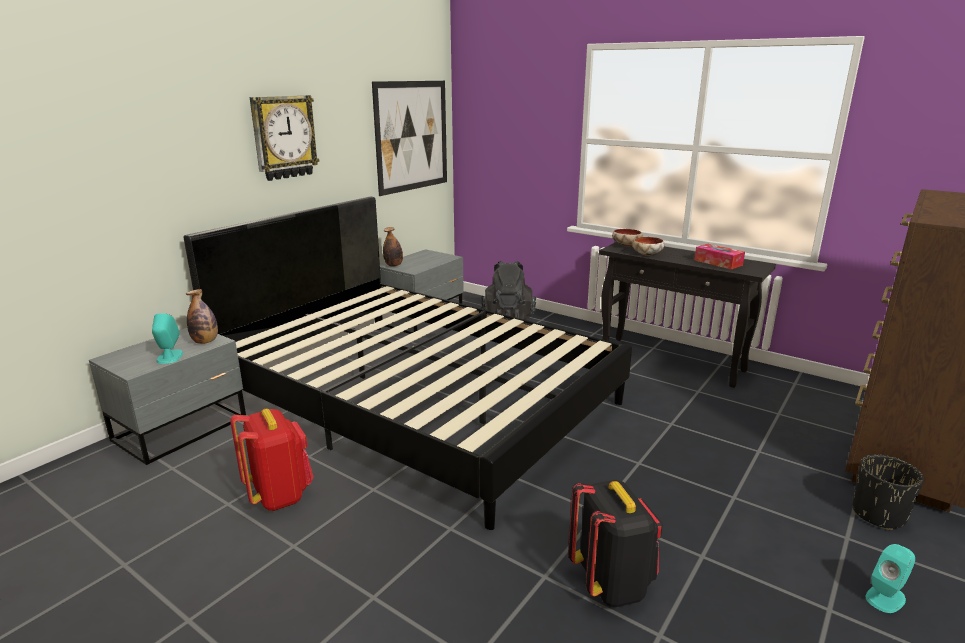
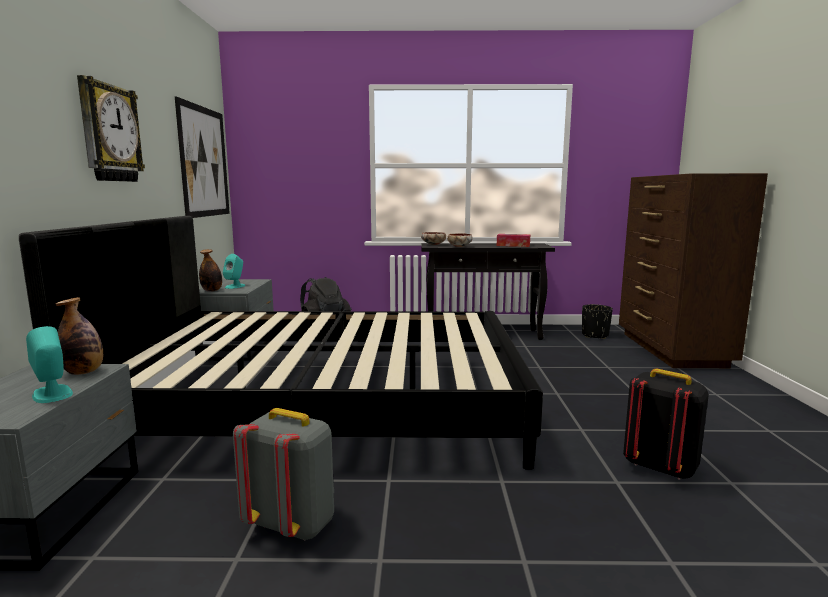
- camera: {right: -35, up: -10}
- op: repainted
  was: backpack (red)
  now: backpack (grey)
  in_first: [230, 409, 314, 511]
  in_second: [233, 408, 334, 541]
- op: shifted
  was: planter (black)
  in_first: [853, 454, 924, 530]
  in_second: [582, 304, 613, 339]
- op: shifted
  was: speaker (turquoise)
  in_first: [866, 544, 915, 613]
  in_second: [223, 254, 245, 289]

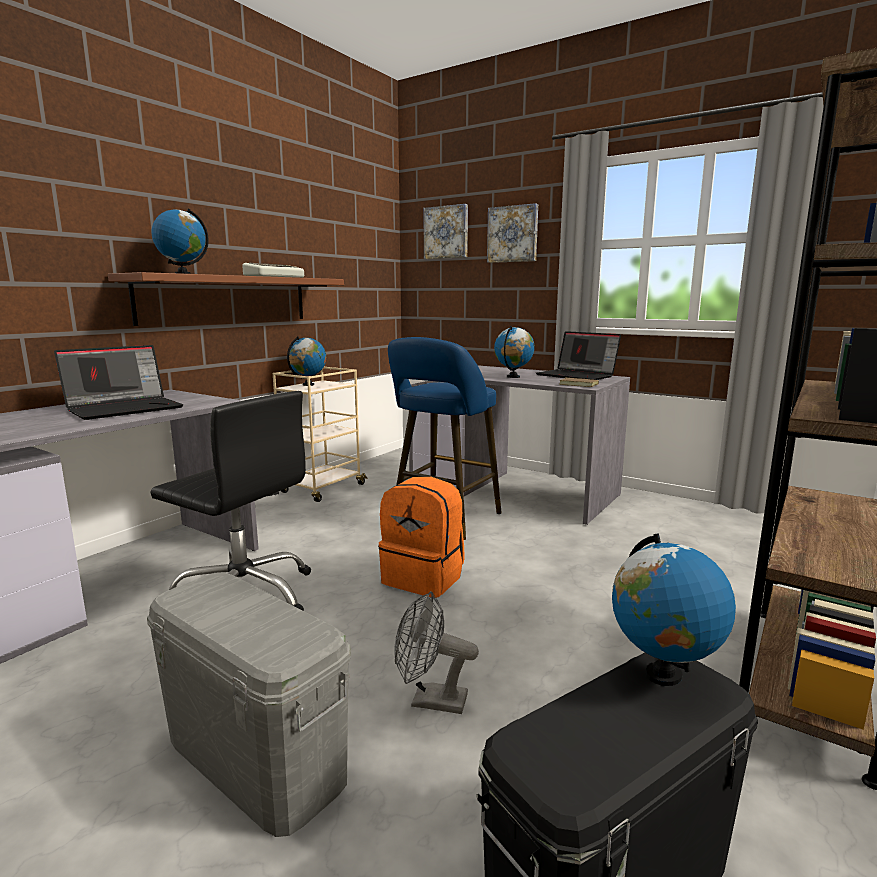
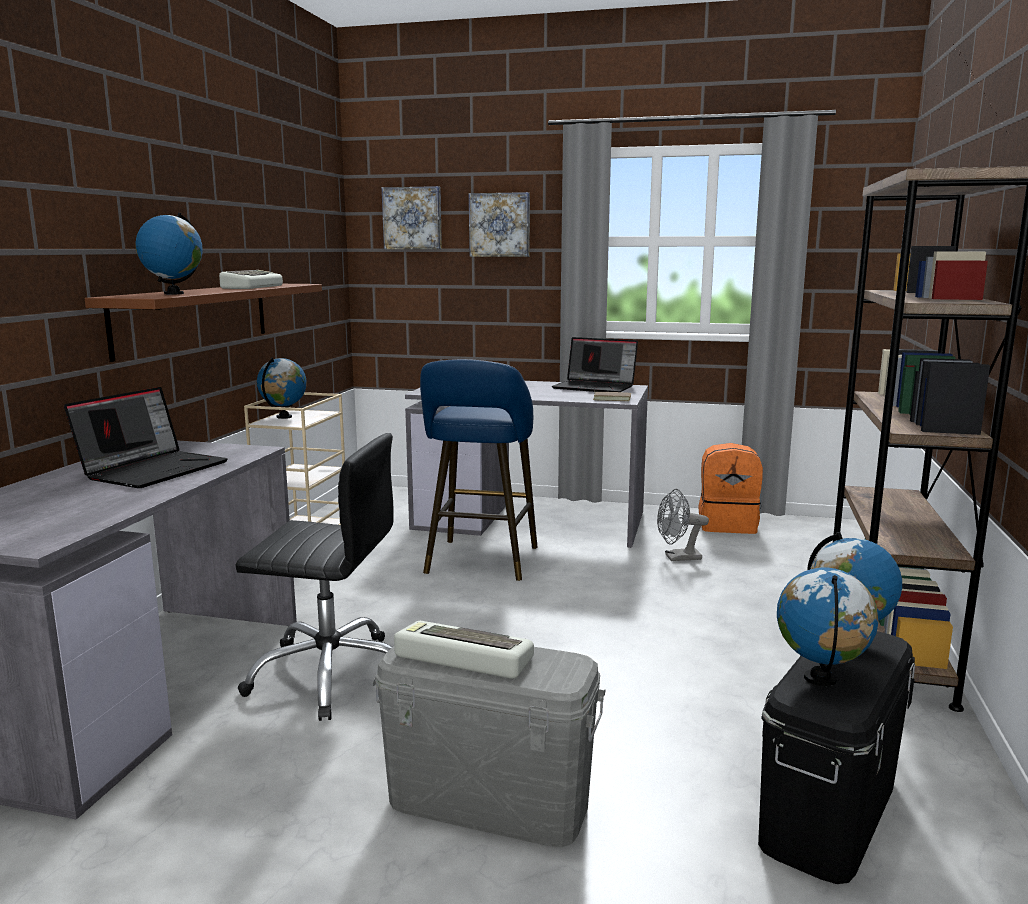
- camera: {right: -20, up: 0}
- op: shifted
  was: backpack (orange)
  in_first: [378, 477, 465, 598]
  in_second: [698, 443, 763, 534]
- op: shifted
  was: fan (grey)
  in_first: [394, 591, 479, 714]
  in_second: [657, 489, 709, 561]
- op: shifted
  was: globe
  in_first: [494, 326, 535, 378]
  in_second: [777, 568, 879, 686]
- op: new
  now: keyboard
  in_second: [394, 621, 534, 679]

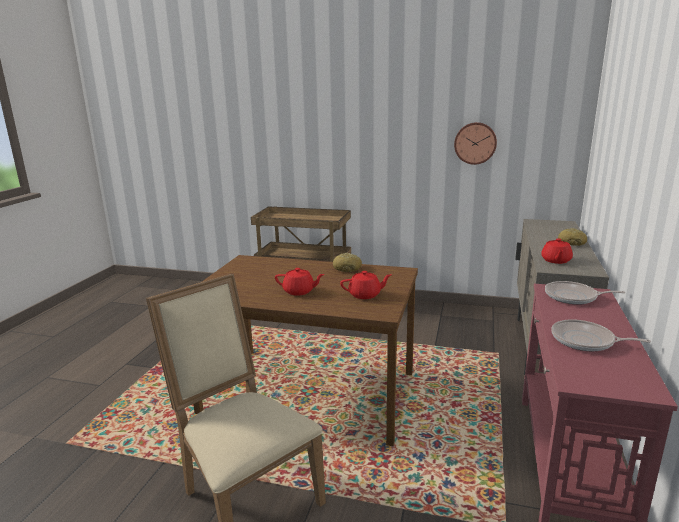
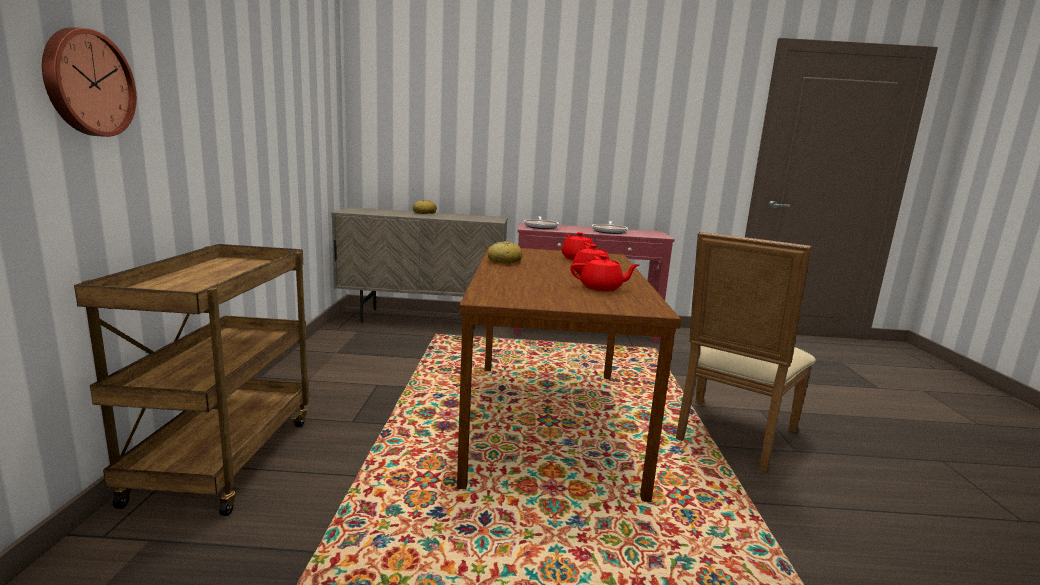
- camera: {right: -105, up: -5}
- op: shifted
  was: wall clock
  in_first: [454, 122, 497, 165]
  in_second: [42, 27, 137, 137]
- op: shifted
  was: teapot (red)
  in_first: [541, 238, 573, 264]
  in_second: [570, 255, 640, 291]

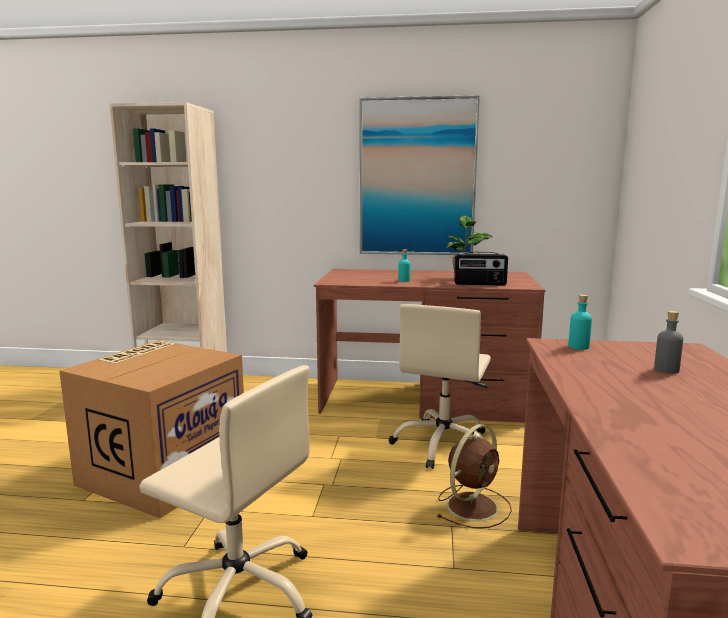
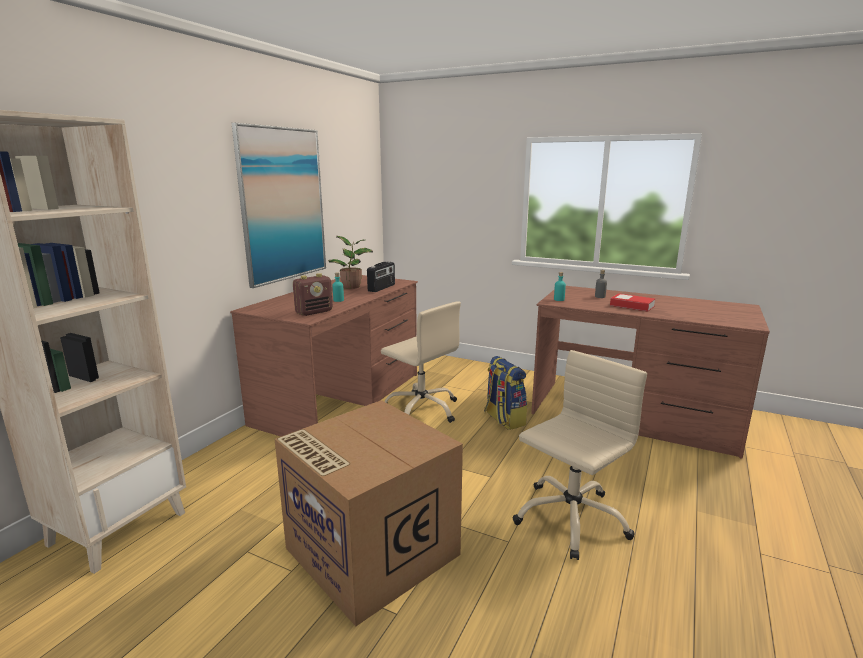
- camera: {right: -70, up: 5}
- op: swapped
  was: fan (brown)
  now: backpack
  in_first: [436, 424, 512, 528]
  in_second: [484, 356, 527, 430]
- op: new
  now: radio
  in_second: [293, 273, 333, 316]
- op: new
  now: book
  in_second: [610, 293, 655, 312]

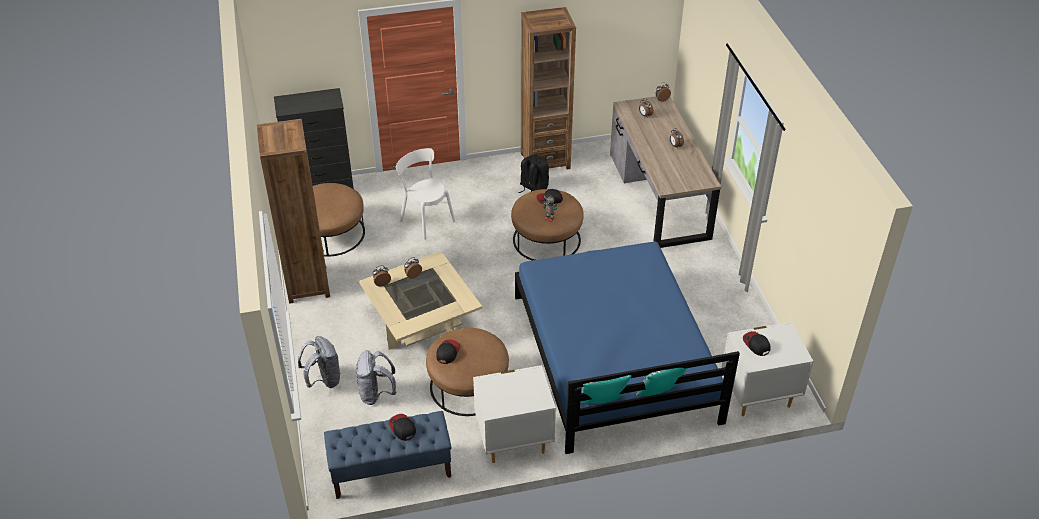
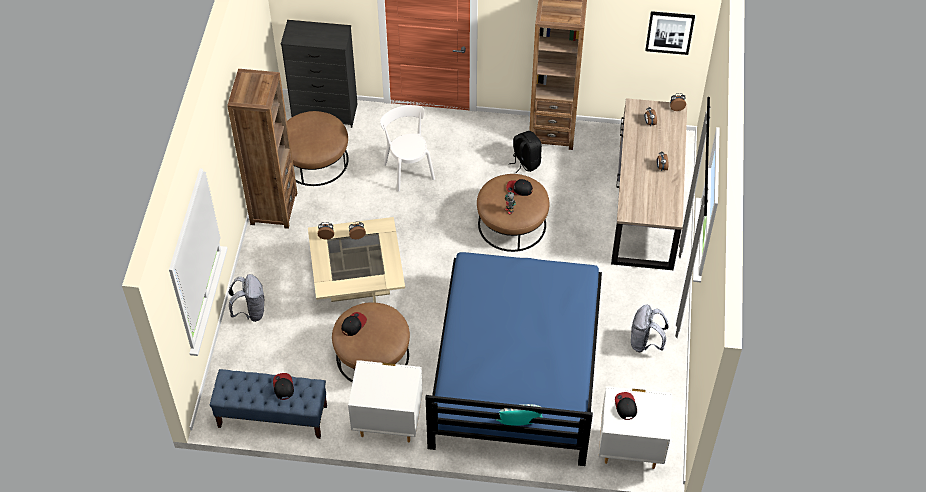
- camera: {right: 20, up: 10}
- op: shifted
  was: backpack (grey)
  in_first: [356, 350, 396, 405]
  in_second: [631, 305, 669, 352]
- op: gone
  was: pillow
  in_first: [580, 375, 631, 404]
- op: new
  now: picture
  in_second: [645, 11, 695, 55]

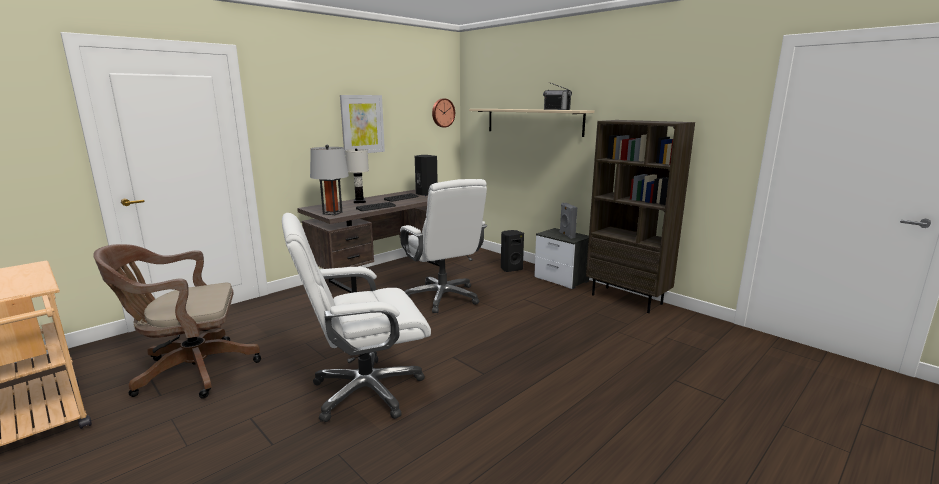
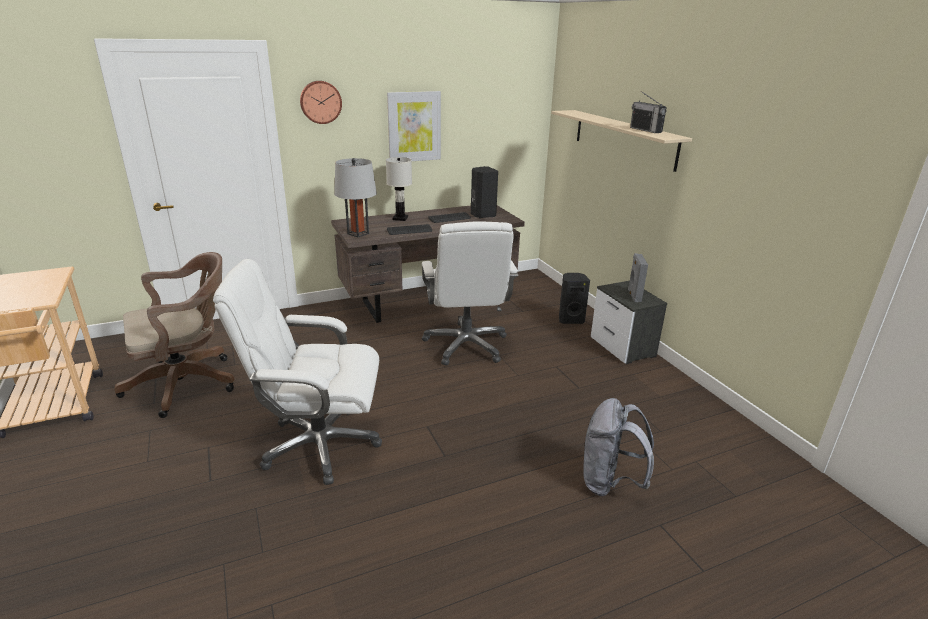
- camera: {right: 20, up: 10}
- op: rotated
  was: office chair (brown)
  in_first: [93, 244, 261, 399]
  in_second: [115, 252, 235, 418]
  clockwise: 150
- op: shifted
  was: wall clock
  in_first: [432, 99, 455, 127]
  in_second: [300, 81, 342, 124]
- op: gone
  was: bookcase (brown)
  in_first: [586, 120, 695, 313]
- op: new
  now: backpack (grey)
  in_second: [583, 398, 654, 496]

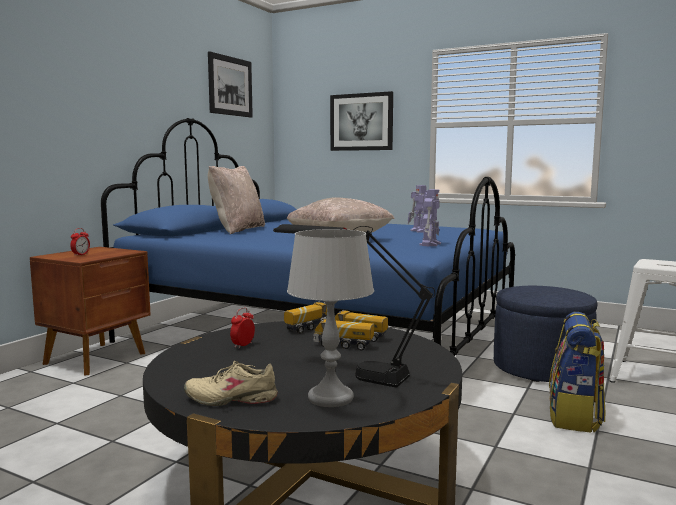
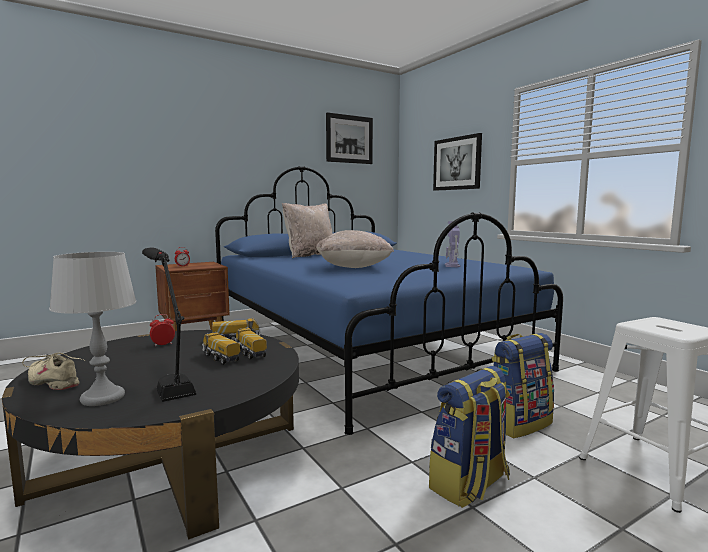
- camera: {right: 30, up: 0}
- op: gone
  was: toy robot
  in_first: [420, 189, 441, 247]
- op: swapped
  was: ottoman (blue)
  now: backpack
  in_first: [494, 286, 597, 382]
  in_second: [492, 333, 554, 438]

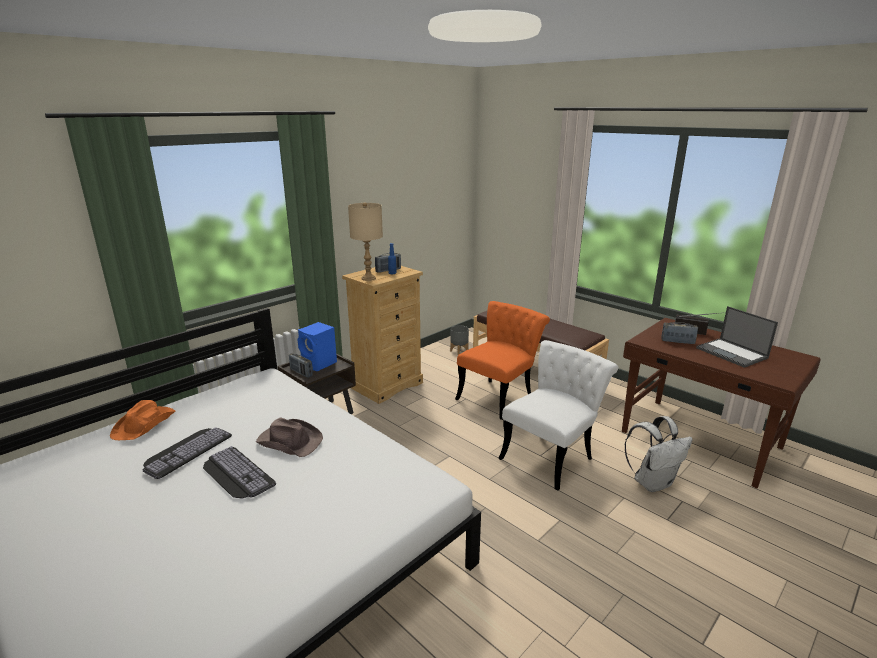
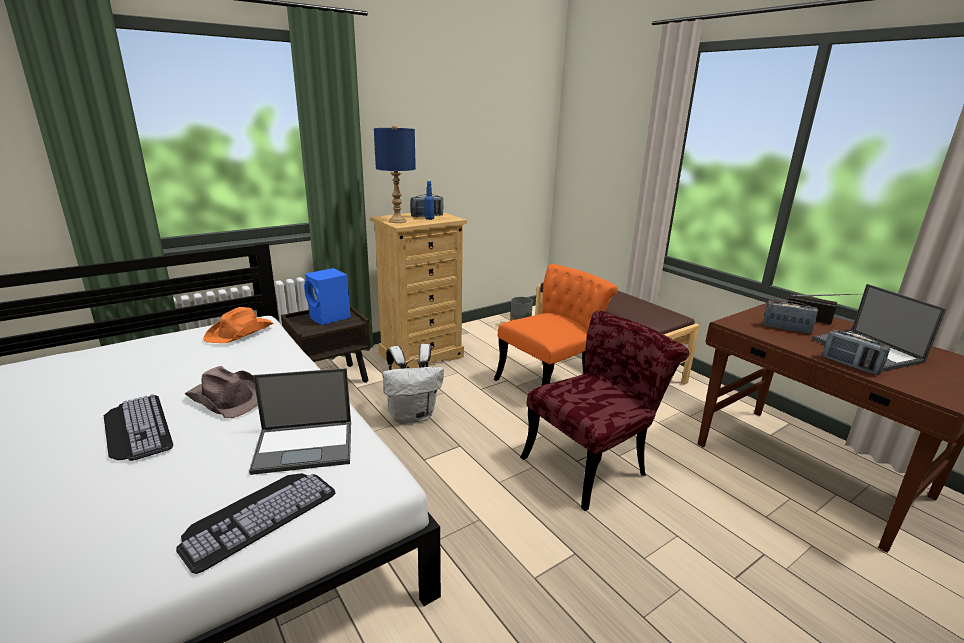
- camera: {right: 10, up: 0}
- op: shifted
  was: hat (orange)
  in_first: [110, 400, 176, 440]
  in_second: [203, 307, 274, 343]
- op: shifted
  was: keyboard
  in_first: [142, 427, 232, 479]
  in_second: [176, 473, 335, 574]
- op: shifted
  was: radio
  in_first: [289, 353, 313, 378]
  in_second: [822, 330, 890, 375]
- op: repainted
  was: table lamp (beige)
  now: table lamp (blue)
  in_first: [348, 202, 383, 281]
  in_second: [374, 125, 416, 223]
- op: repainted
  was: chair (white)
  now: chair (red)
  in_first: [498, 340, 619, 491]
  in_second: [520, 311, 690, 511]
- op: shifted
  was: backpack (white)
  in_first: [625, 416, 693, 492]
  in_second: [383, 344, 444, 424]
- op: new
  now: laptop
  in_second: [249, 368, 351, 475]

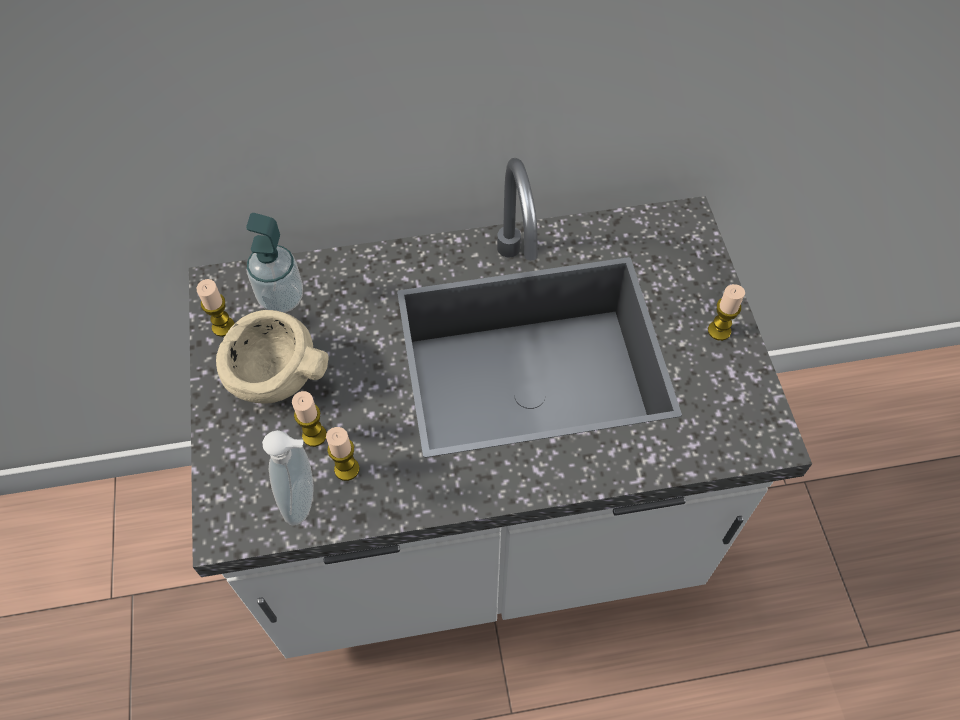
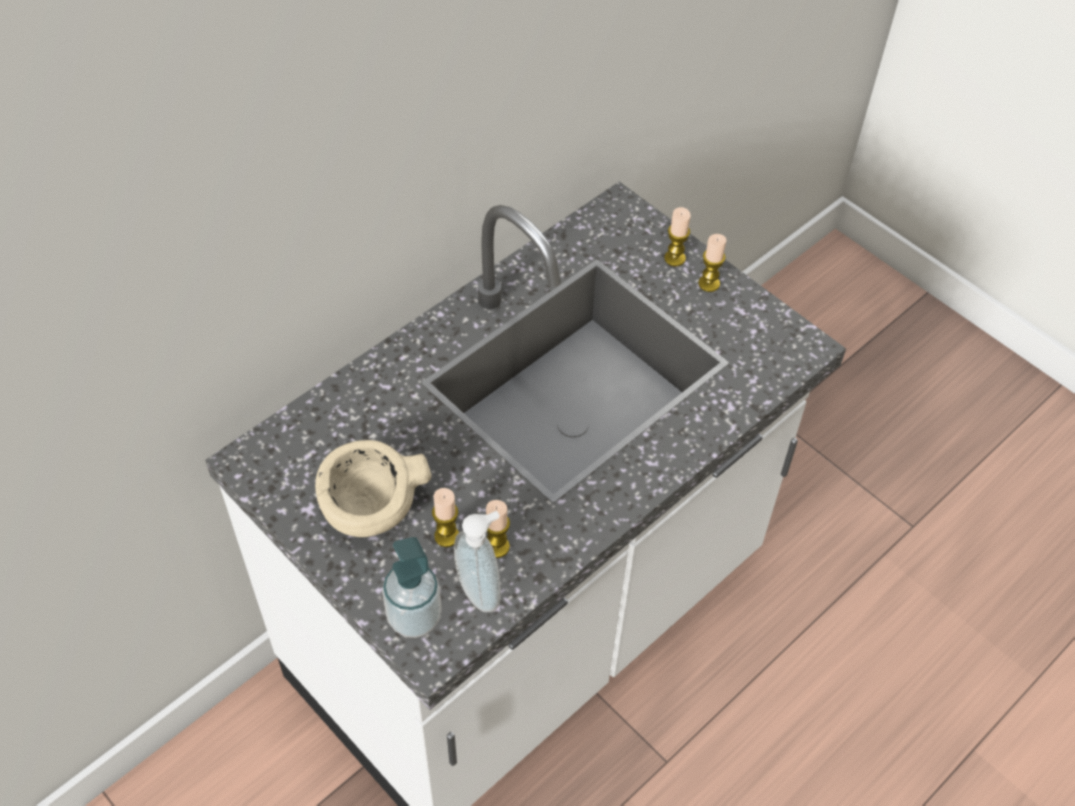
- camera: {right: -35, up: -5}
- op: shifted
  was: candle
  in_first: [196, 279, 235, 337]
  in_second: [664, 207, 691, 266]
- op: shifted
  was: soap dispenser
  in_first: [246, 213, 303, 313]
  in_second: [382, 537, 442, 638]

